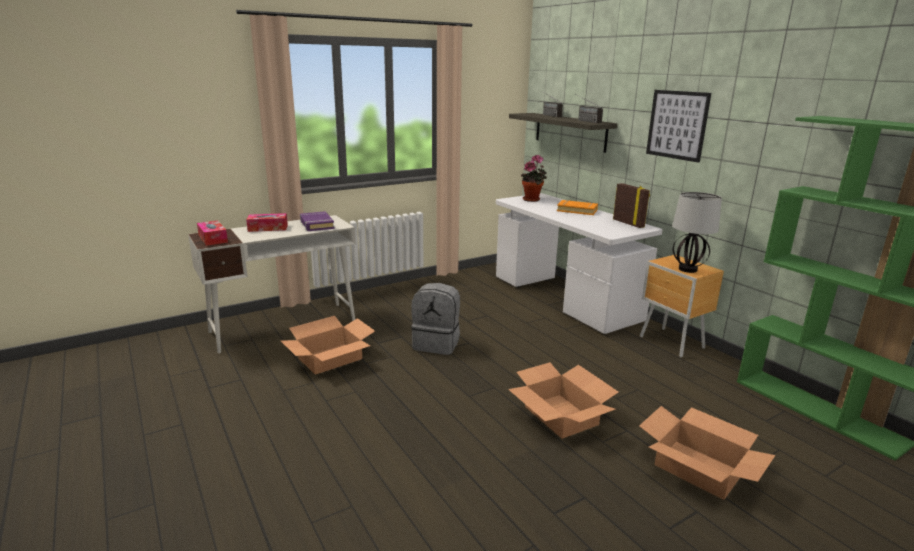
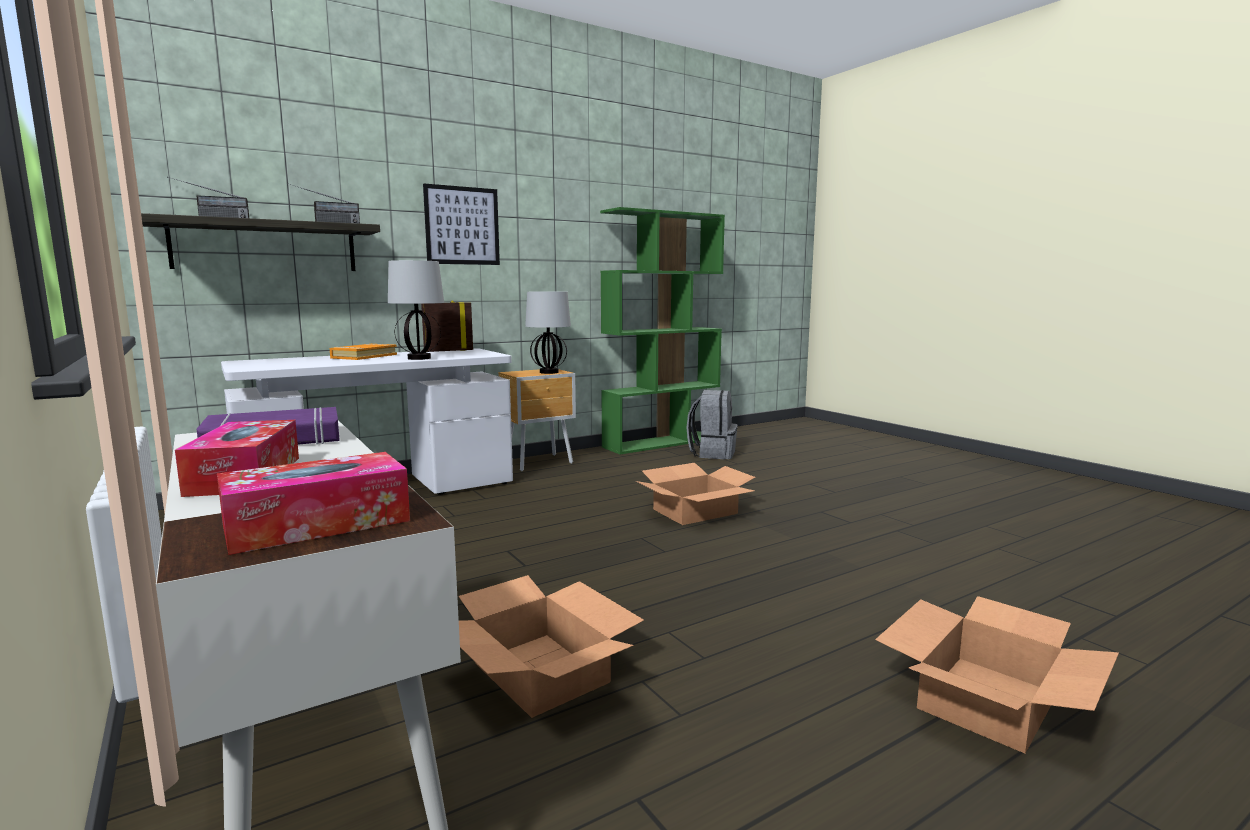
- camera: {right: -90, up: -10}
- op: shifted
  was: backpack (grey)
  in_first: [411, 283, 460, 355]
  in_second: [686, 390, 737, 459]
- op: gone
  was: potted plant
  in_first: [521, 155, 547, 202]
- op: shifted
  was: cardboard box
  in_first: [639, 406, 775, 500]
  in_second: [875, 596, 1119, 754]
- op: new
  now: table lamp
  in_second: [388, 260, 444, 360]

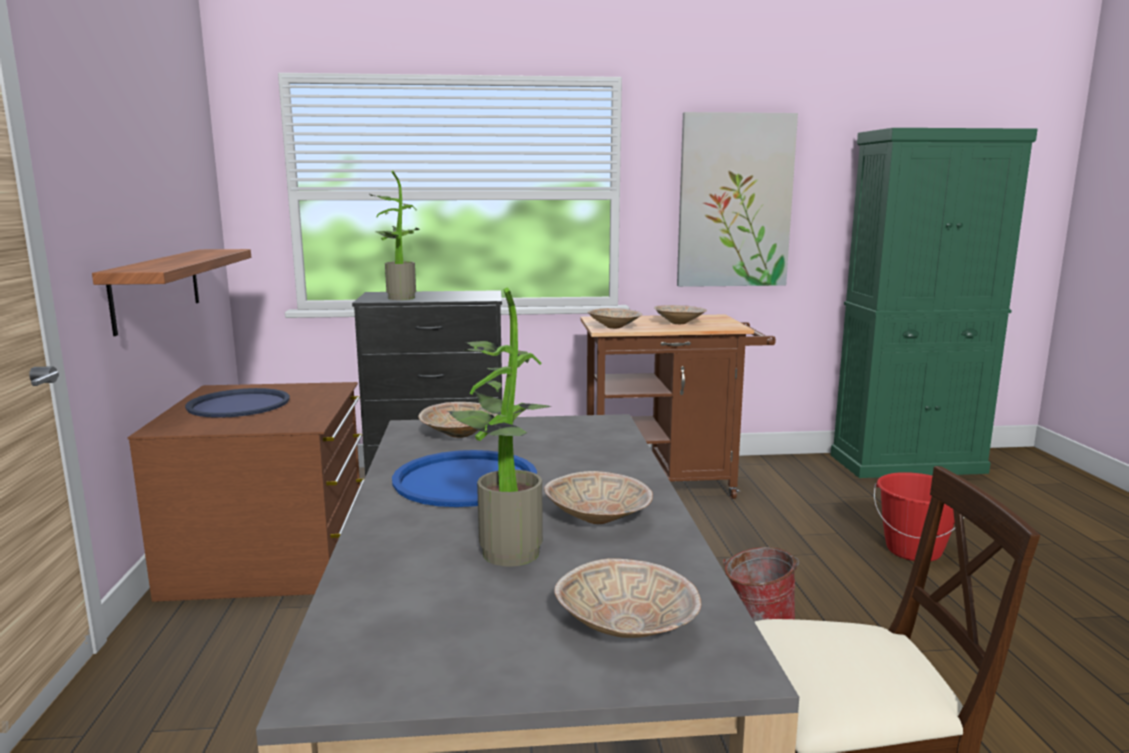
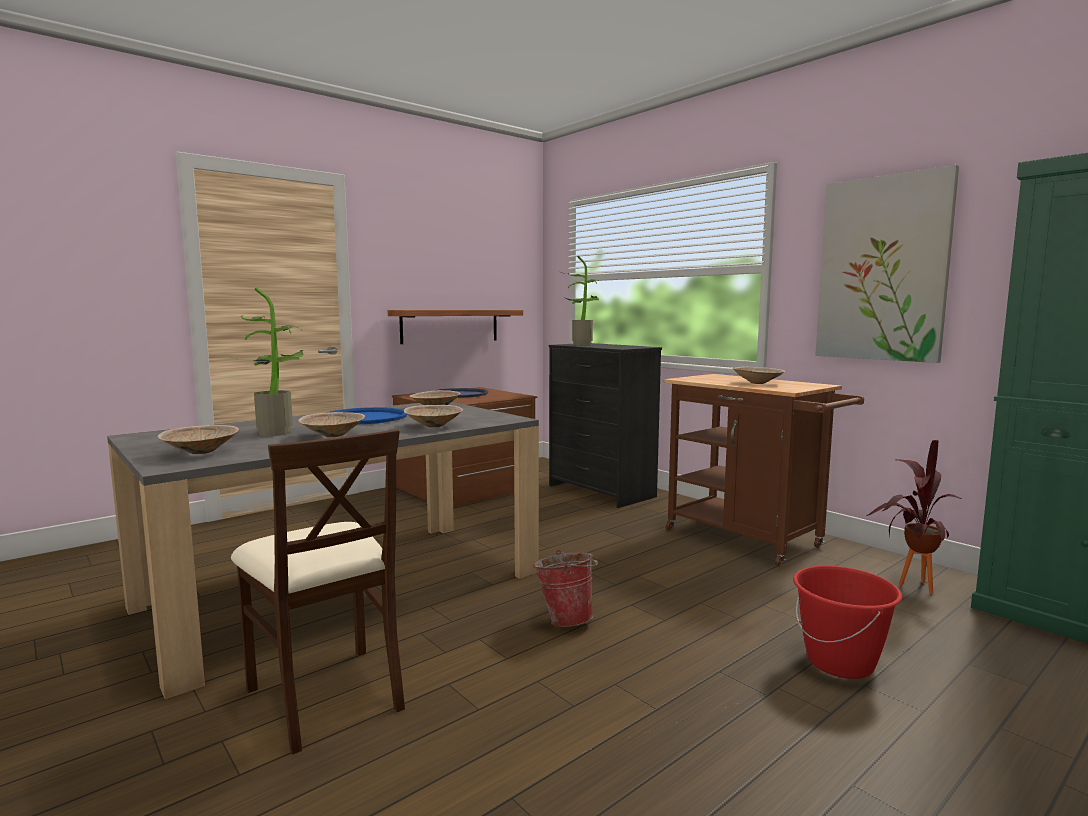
- camera: {right: 55, up: -5}
- op: shifted
  was: bowl (beige)
  in_first: [587, 308, 642, 329]
  in_second: [404, 405, 463, 428]
- op: new
  now: potted plant
  in_second: [866, 440, 962, 594]

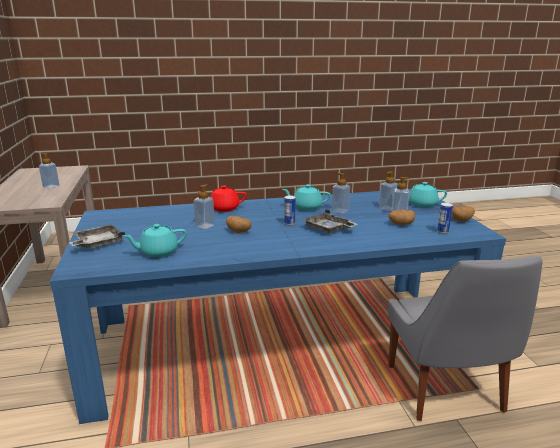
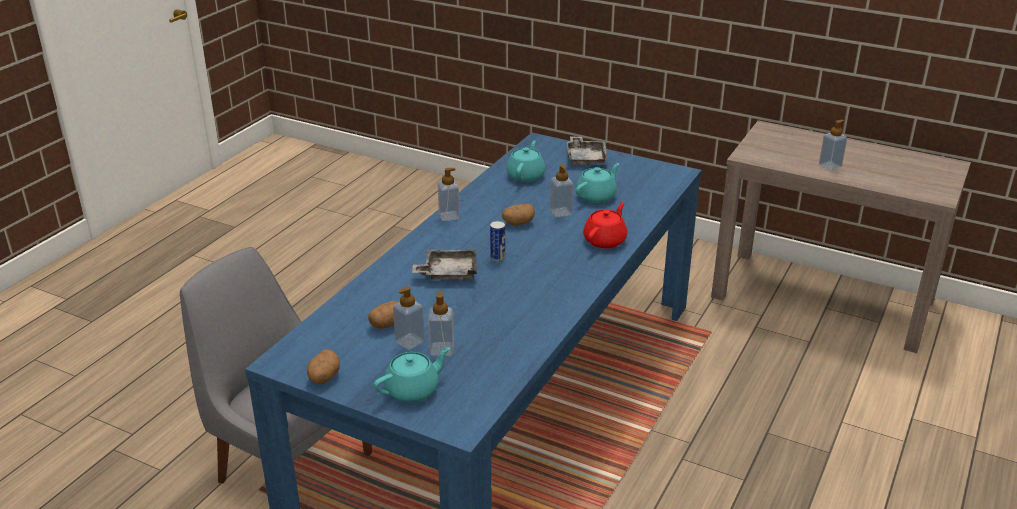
- camera: {right: 130, up: 10}
- op: shifted
  was: teapot (turquoise)
  in_first: [282, 184, 330, 211]
  in_second: [576, 163, 620, 203]
- op: shifted
  was: soap dispenser
  in_first: [332, 173, 350, 214]
  in_second: [438, 168, 460, 221]
- op: gone
  was: can
  in_first: [437, 203, 453, 234]

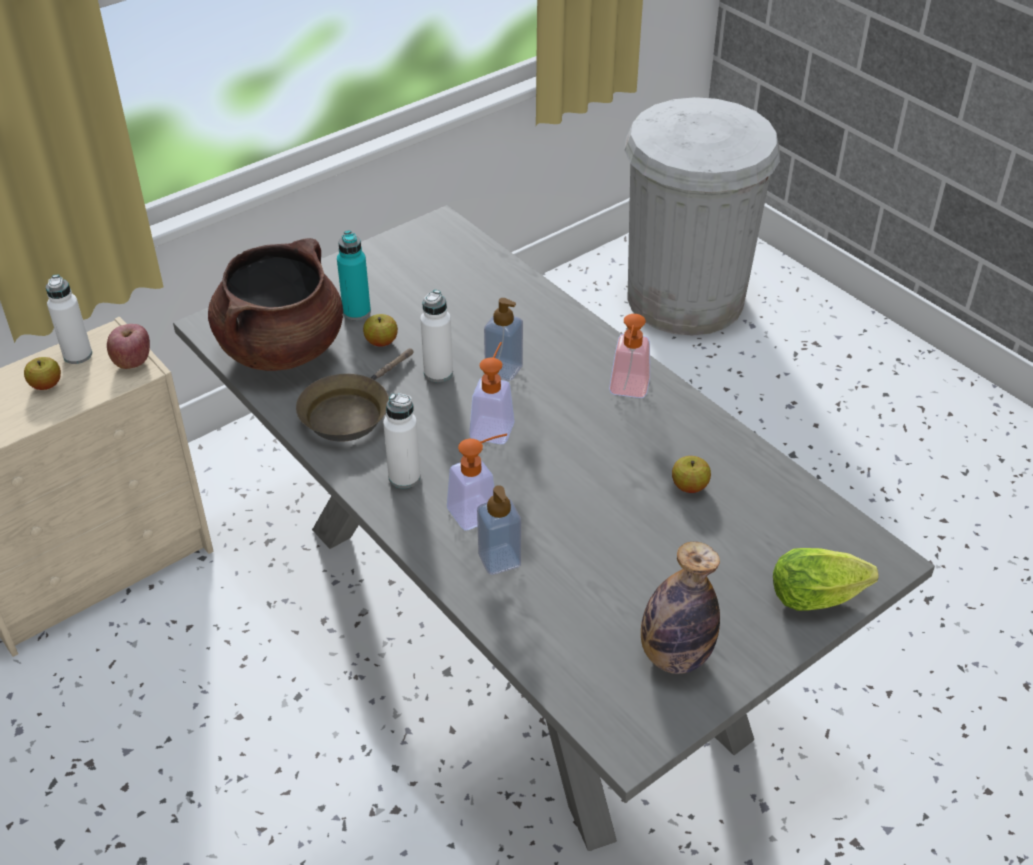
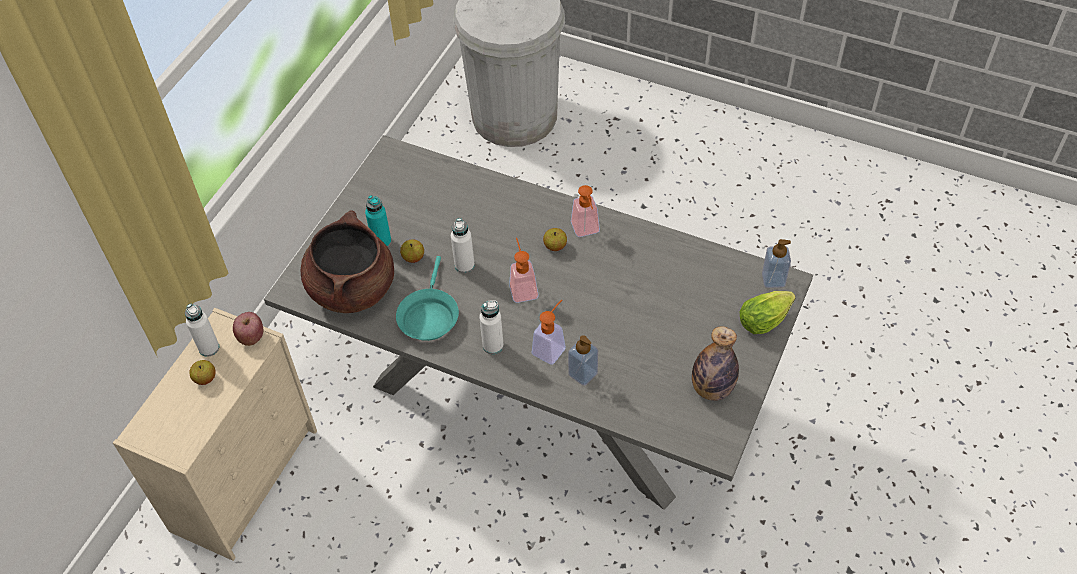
- camera: {right: -25, up: 10}
- op: repainted
  was: frying pan (brown)
  now: frying pan (turquoise)
  in_first: [296, 348, 414, 442]
  in_second: [396, 256, 459, 341]
- op: shifted
  was: soap dispenser
  in_first: [484, 298, 523, 381]
  in_second: [762, 239, 791, 288]
- op: shifted
  was: apple
  in_first: [672, 456, 711, 493]
  in_second: [543, 228, 567, 251]

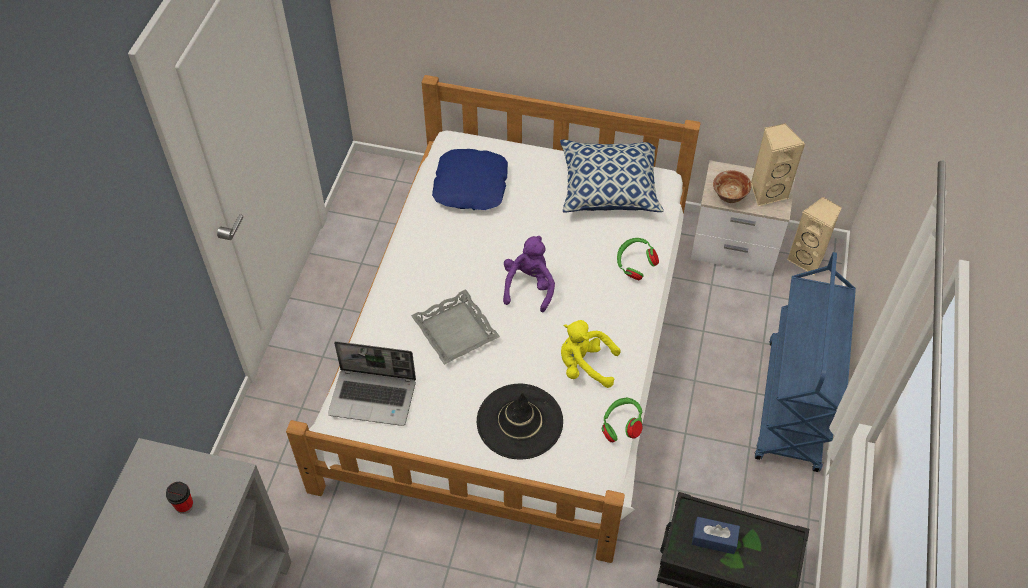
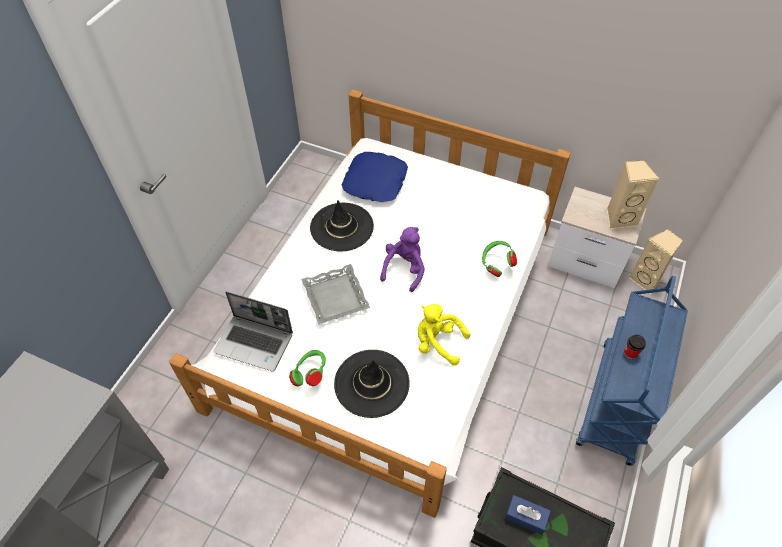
- camera: {right: 10, up: 0}
- op: shifted
  was: cup
  in_first: [166, 482, 193, 514]
  in_second: [624, 335, 646, 359]
- op: gone
  was: pillow
  in_first: [560, 140, 664, 213]
- op: shifted
  was: headphones (green)
  in_first: [602, 397, 643, 442]
  in_second: [289, 350, 326, 386]
- op: gone
  was: bowl
  in_first: [713, 170, 751, 203]
- op: new
  now: hat (black)
  in_second: [310, 200, 374, 252]

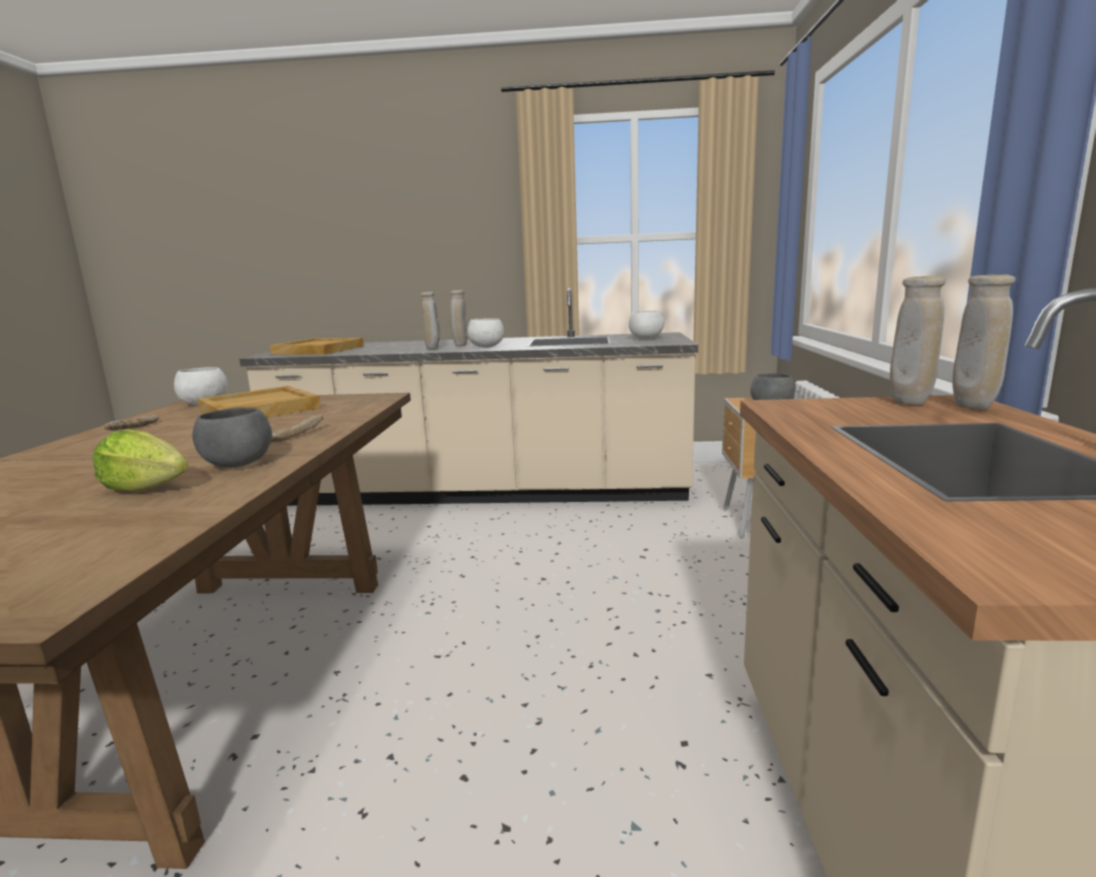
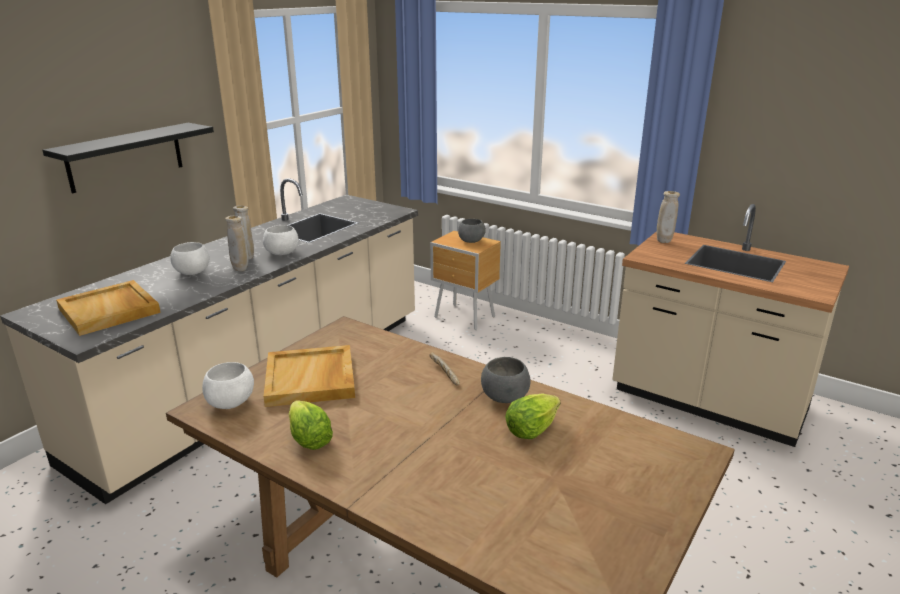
- camera: {right: -60, up: 10}
- op: swapped
  was: bread
  now: lettuce
  in_first: [103, 415, 159, 431]
  in_second: [288, 400, 333, 450]
- op: shifted
  was: bowl (white)
  in_first: [629, 311, 664, 339]
  in_second: [170, 242, 210, 275]
- op: gone
  was: vase (beige)
  in_first: [952, 275, 1015, 410]
- op: new
  now: shelf (black)
  in_second: [42, 123, 214, 194]

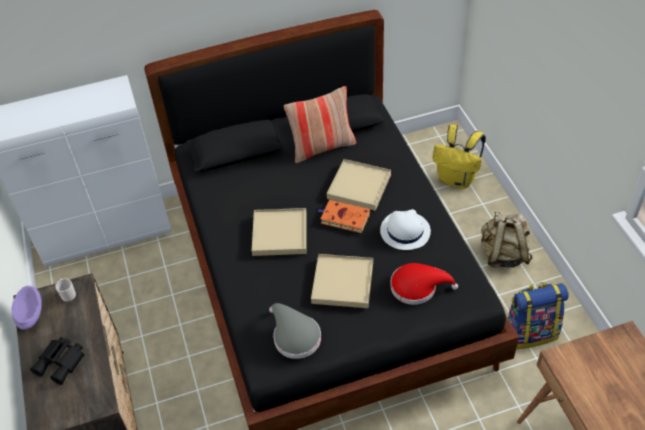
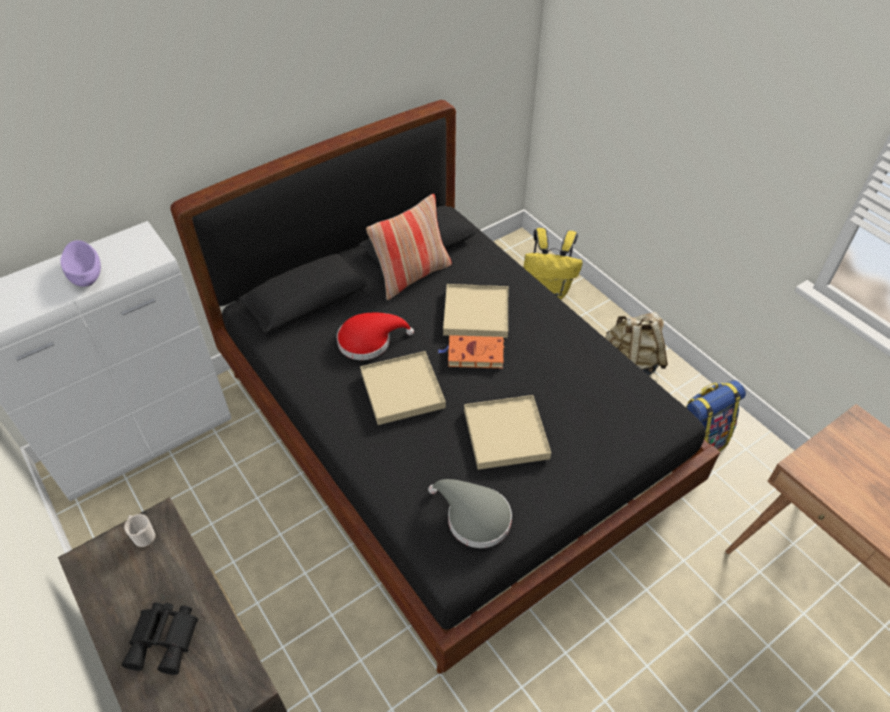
- camera: {right: -20, up: 0}
- op: shifted
  was: bowl (purple)
  in_first: [12, 286, 42, 330]
  in_second: [60, 240, 101, 287]
- op: gone
  was: hat (white)
  in_first: [380, 209, 431, 250]
- op: shifted
  was: hat (red)
  in_first: [390, 263, 458, 305]
  in_second: [337, 313, 414, 360]

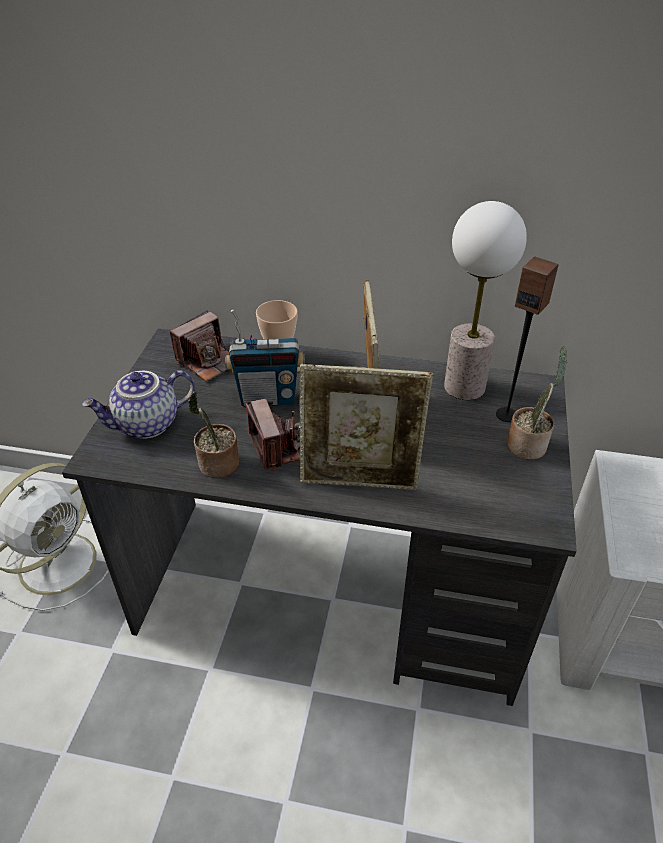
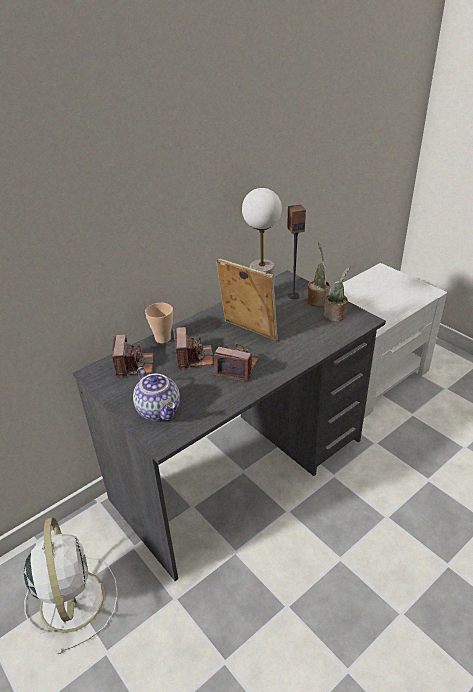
- camera: {right: -50, up: -5}
- op: rotated
  was: teapot
  in_first: [82, 370, 195, 439]
  in_second: [133, 367, 180, 421]
  clockwise: -45
- op: shifted
  was: potted plant
  in_first: [188, 391, 239, 478]
  in_second: [324, 266, 350, 322]
- op: swapped
  was: radio
  now: photo camera
  in_first: [225, 310, 305, 407]
  in_second: [173, 327, 213, 370]
- op: gone
  was: picture frame
  in_first: [300, 364, 433, 490]

